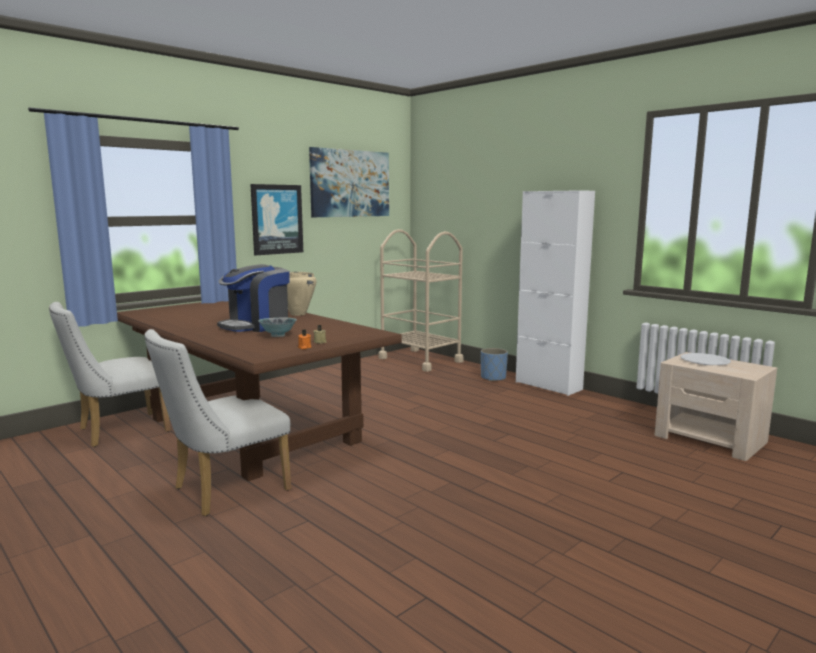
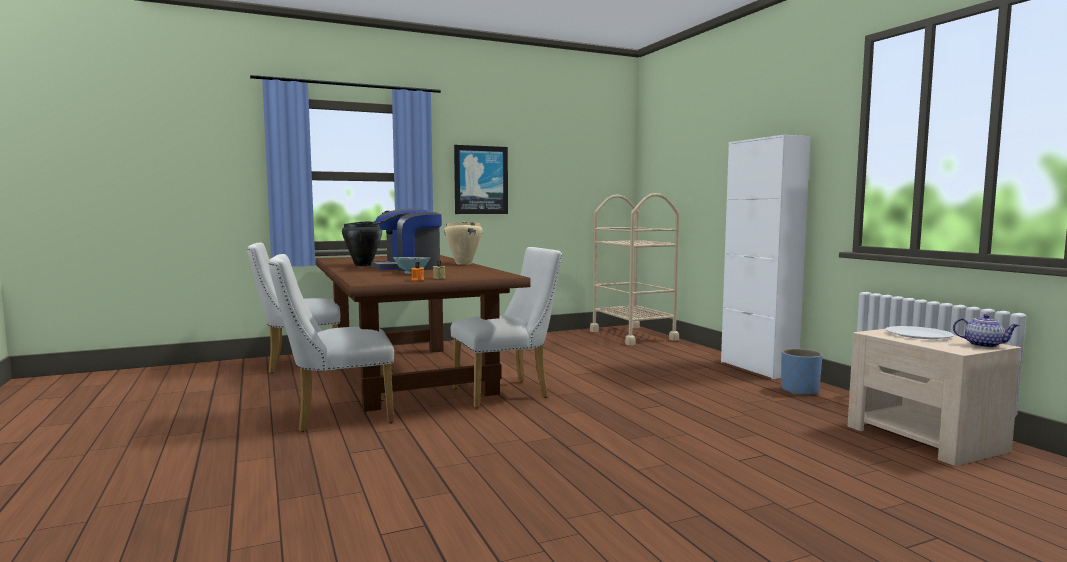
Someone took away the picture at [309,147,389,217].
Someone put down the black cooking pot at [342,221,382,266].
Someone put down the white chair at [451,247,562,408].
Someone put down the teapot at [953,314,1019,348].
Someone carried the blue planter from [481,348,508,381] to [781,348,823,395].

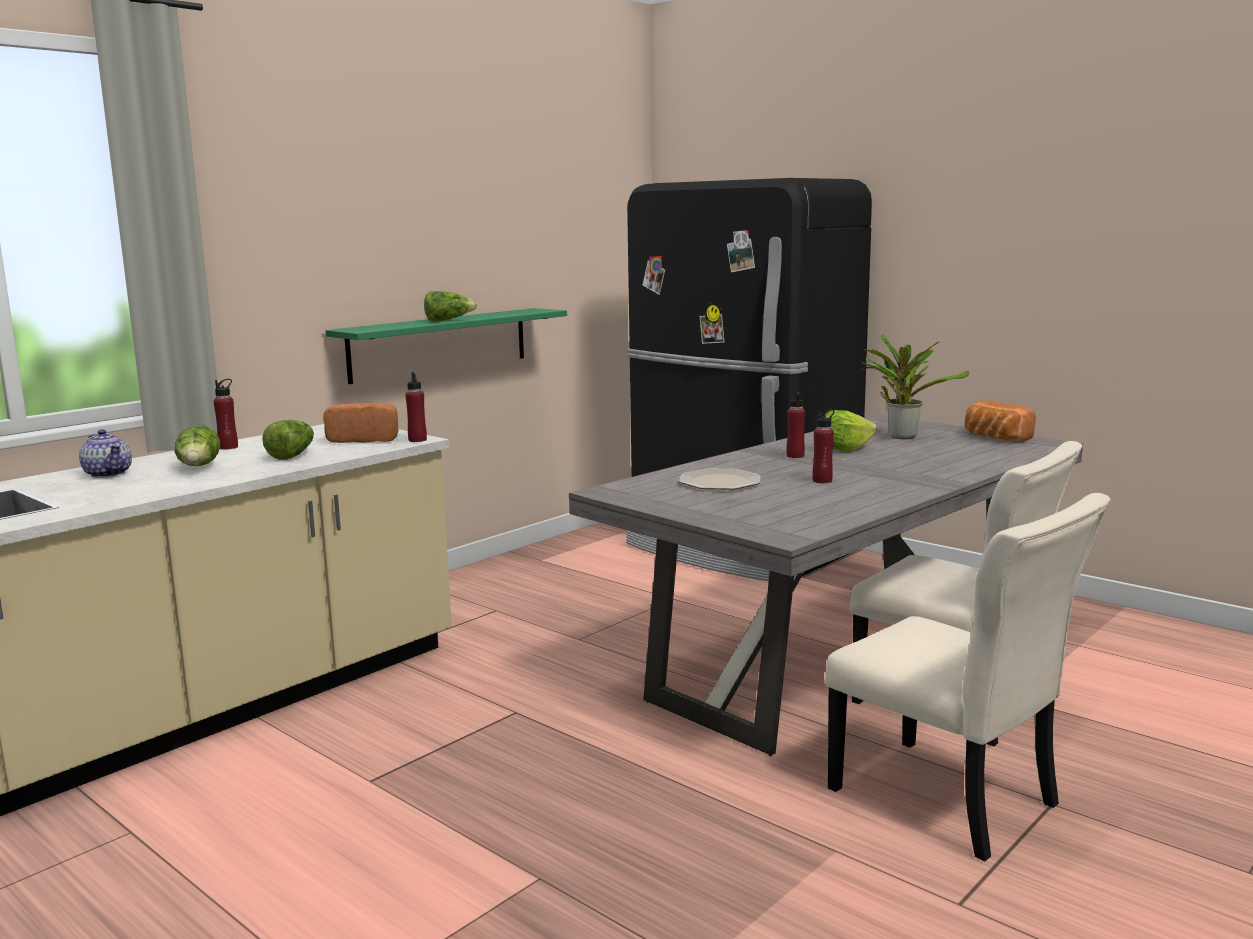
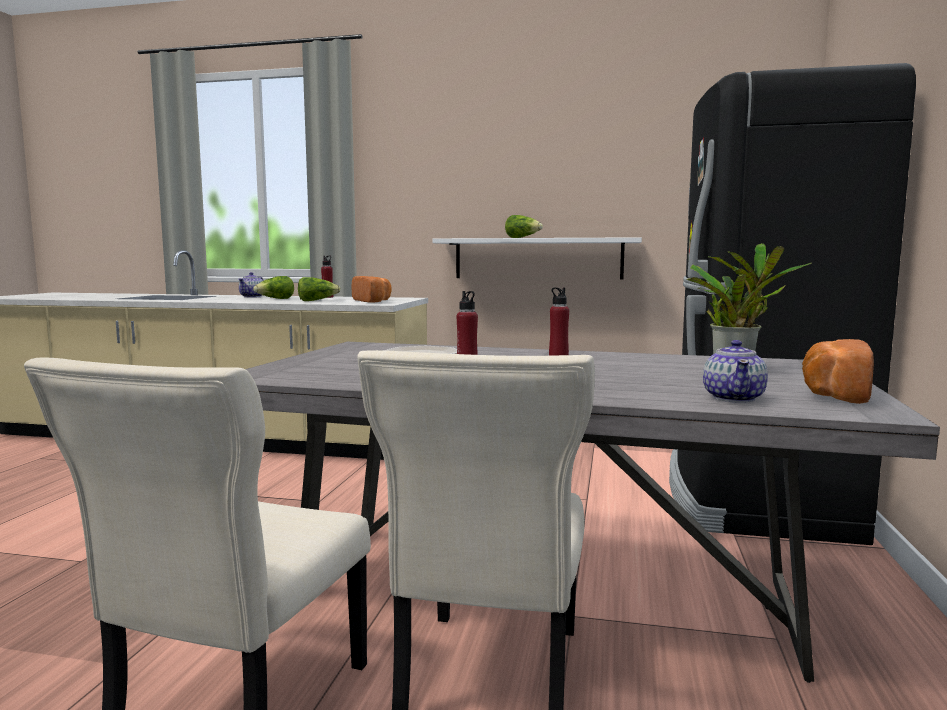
Someone took away the red bottle at [405,372,427,442].
Someone took away the lettuce at [822,410,877,451].
Someone put down the teapot at [703,340,768,403].
Someone repainted the green shelf at [326,308,567,384], which became the white shelf at [433,237,642,280].

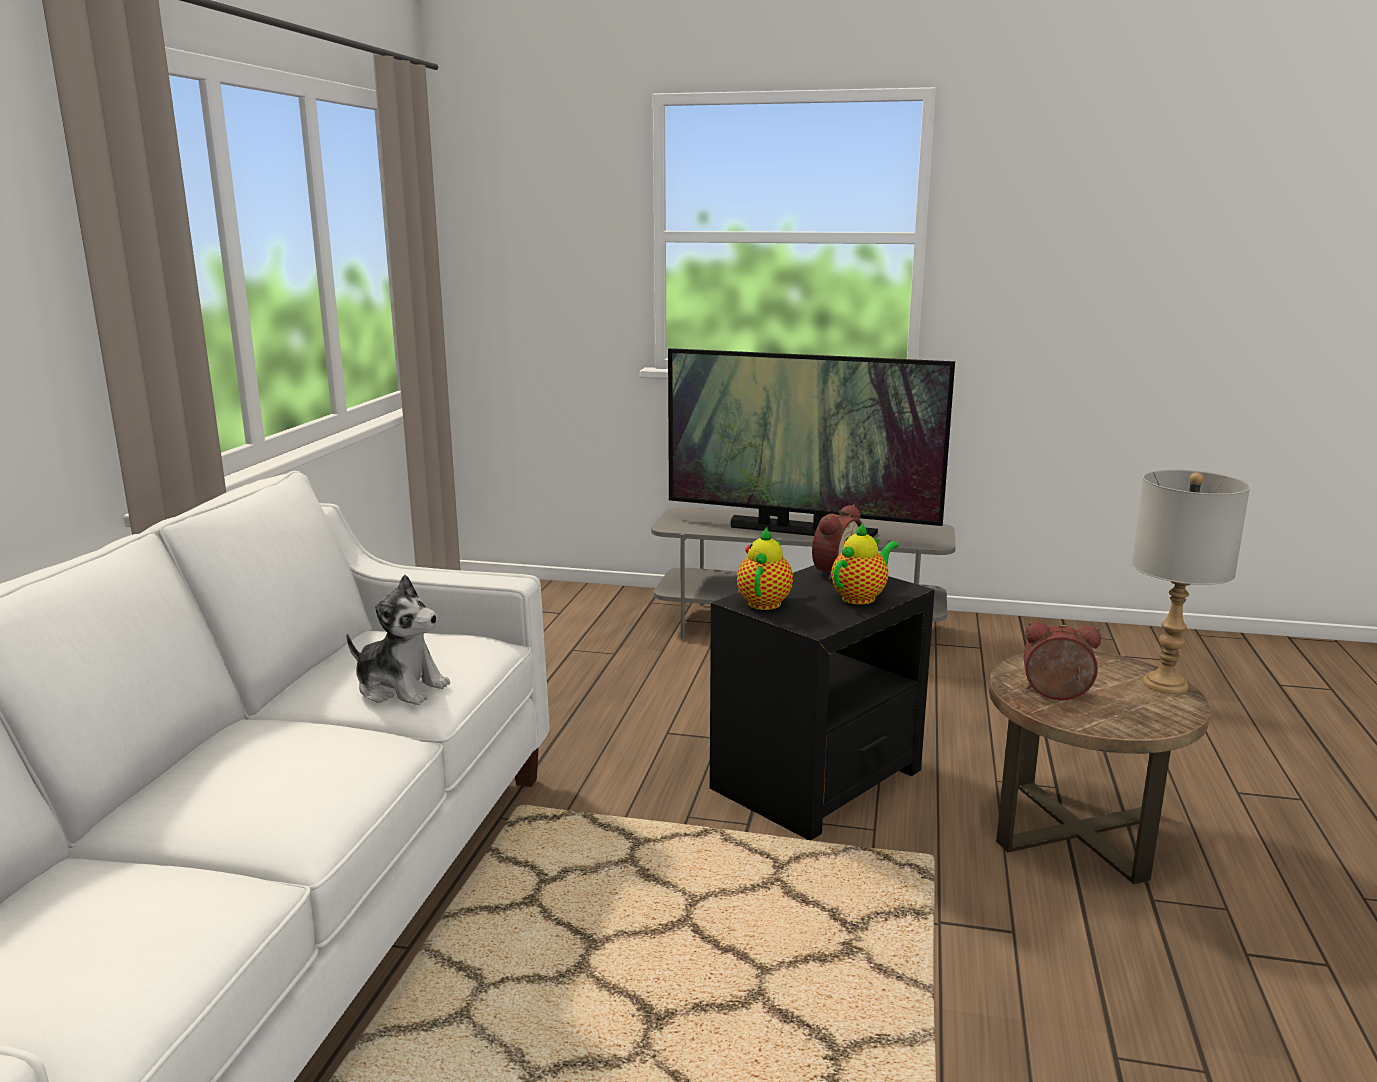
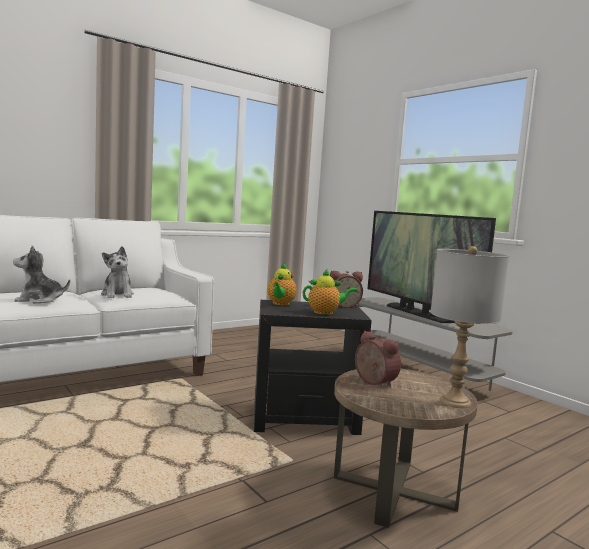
Someone put down the plush toy at [13,246,70,303].
Someone rotated the teapot at [737,527,793,610] by 135 degrees clockwise.

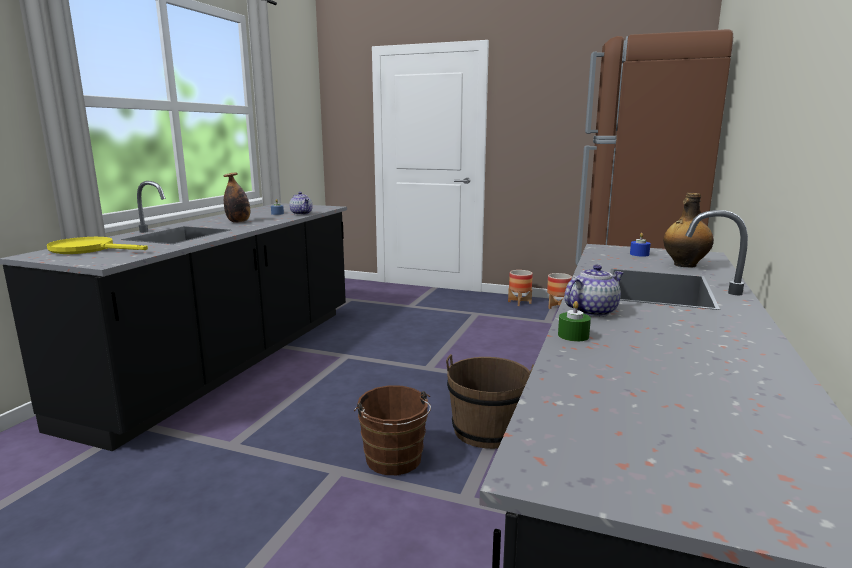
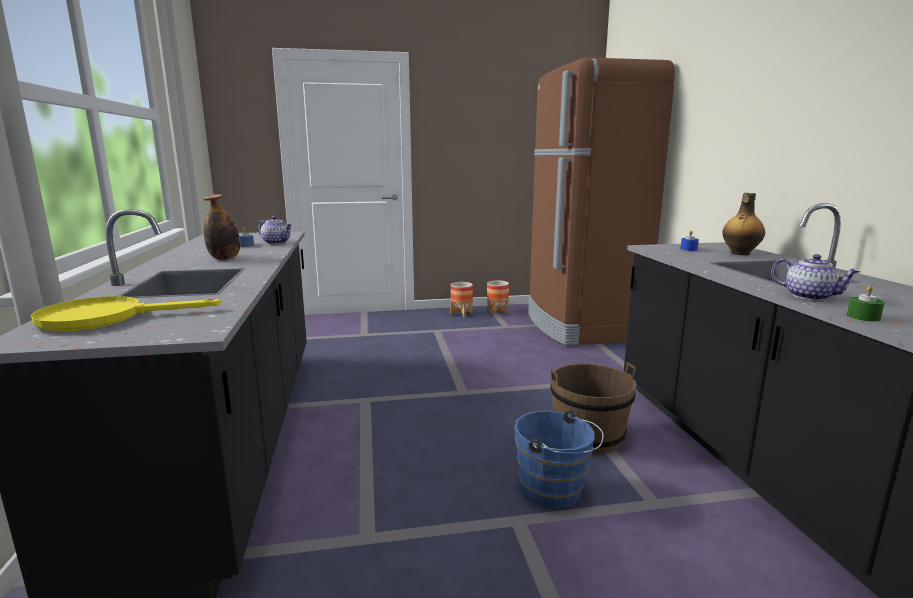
Someone repainted the brown bucket at [354,385,431,475], which became the blue bucket at [514,410,604,508].
Someone rotated the teapot at [564,265,624,317] by 105 degrees clockwise.

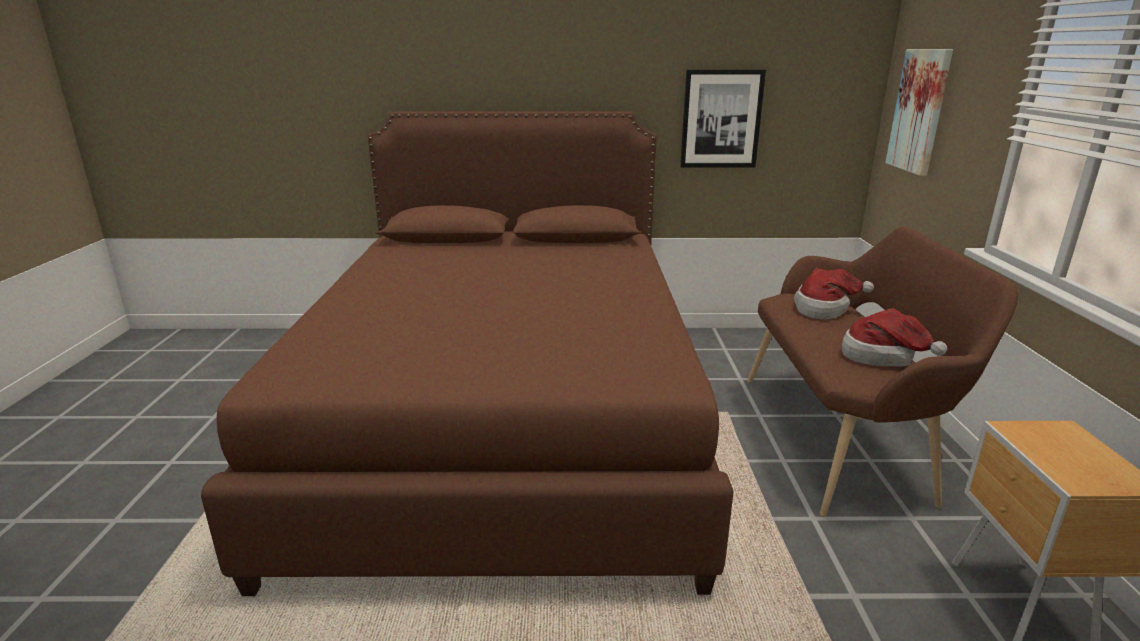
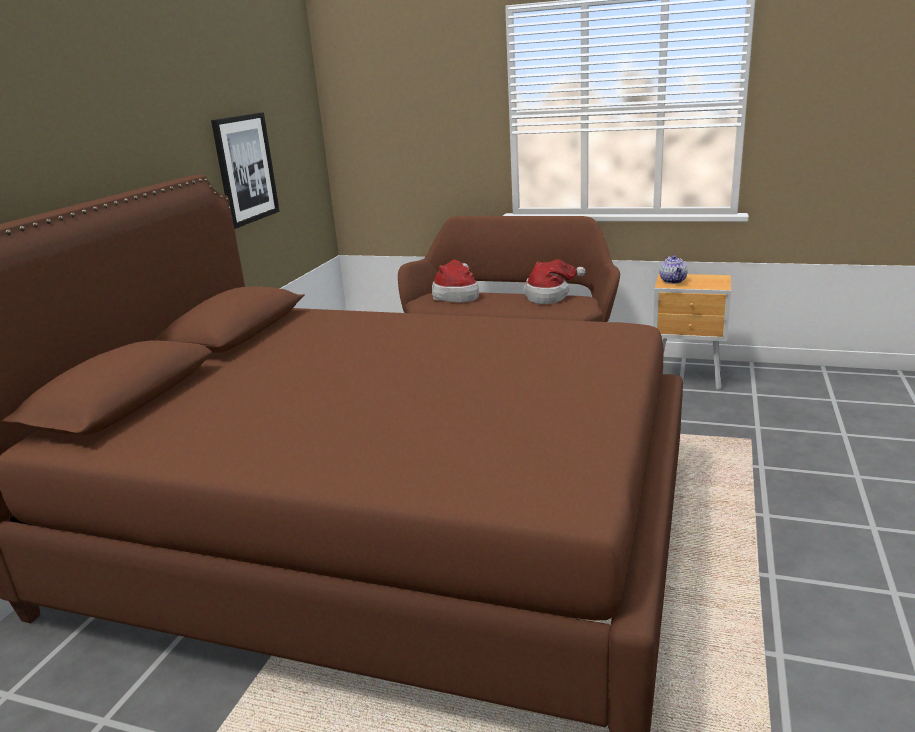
Someone took away the picture at [885,49,953,176].
Someone put down the teapot at [659,255,688,284].

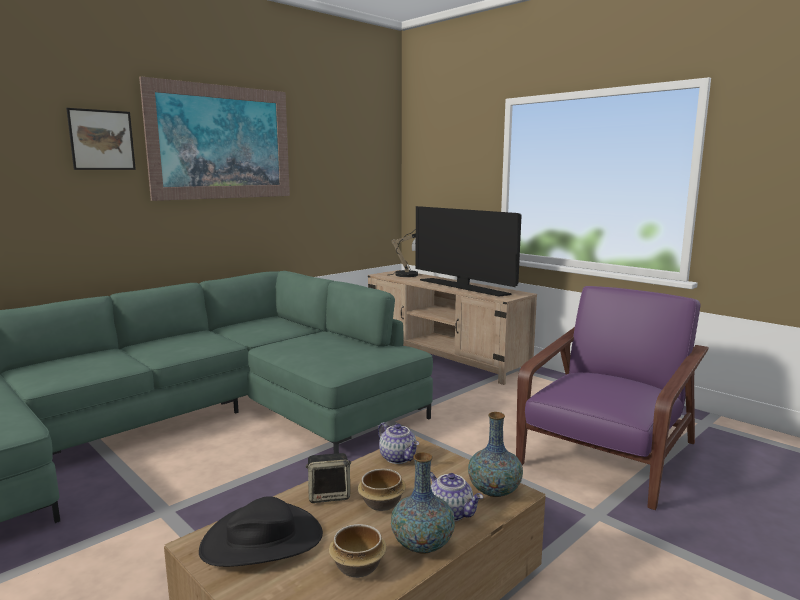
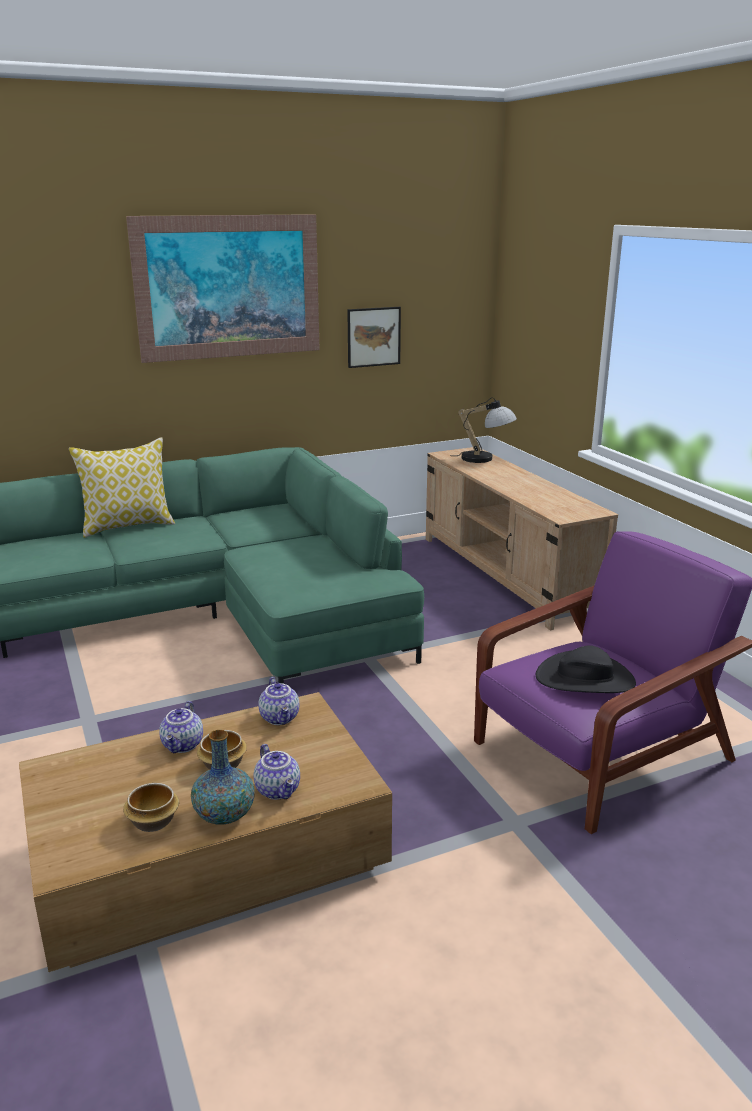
Someone took away the television at [415,206,522,297].
Someone took away the vase at [468,412,523,497].
Someone put down the pillow at [69,437,175,538].
Someone carried the picture from [66,108,136,170] to [347,307,401,368].
Someone carried the black hat from [199,496,323,567] to [536,645,636,693].
Someone swapped the speaker at [306,453,351,503] for the teapot at [159,701,203,753].

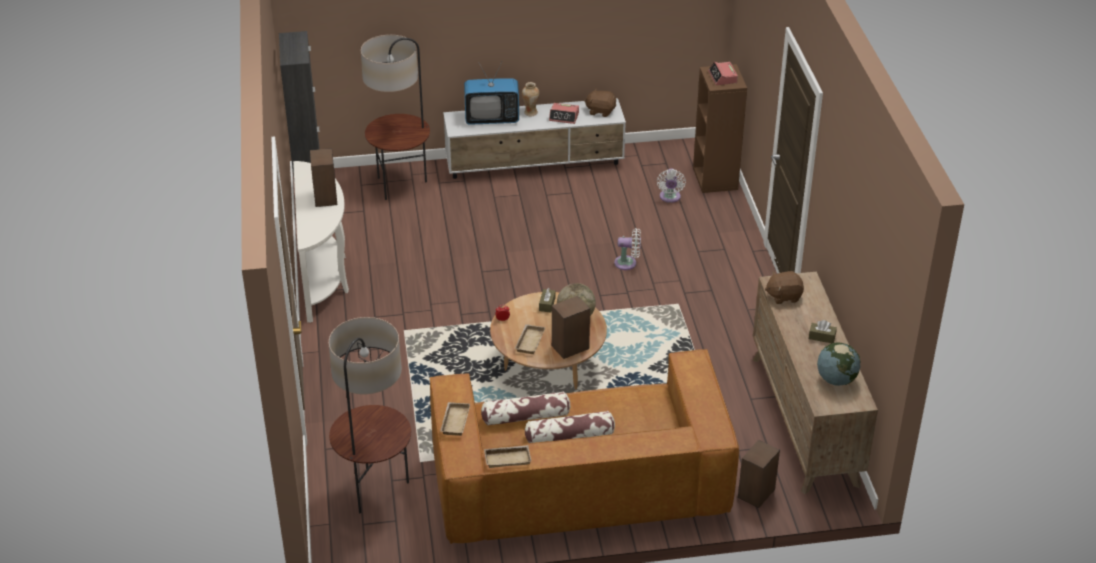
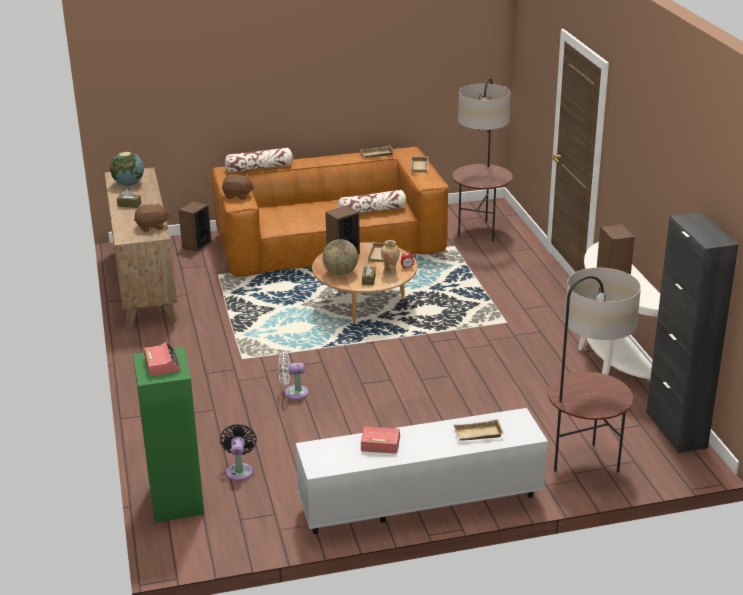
Someone carried the vase from [522,82,539,116] to [381,240,400,277].
Someone carried the pillow from [525,411,615,443] to [225,147,293,172].
Someone carried the brown plush toy from [584,89,616,117] to [222,174,254,200].
Someone swapped the television at [464,61,519,125] for the beige tray at [454,419,504,441].
Someone repainted the white fan at [657,168,686,203], which became the black fan at [220,424,257,481].
Someone repainted the brown bookcase at [693,64,747,193], which became the green bookcase at [133,347,204,522].

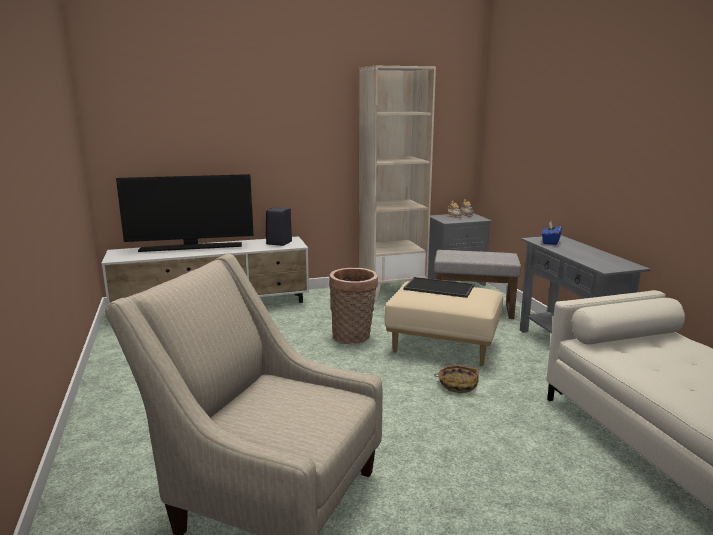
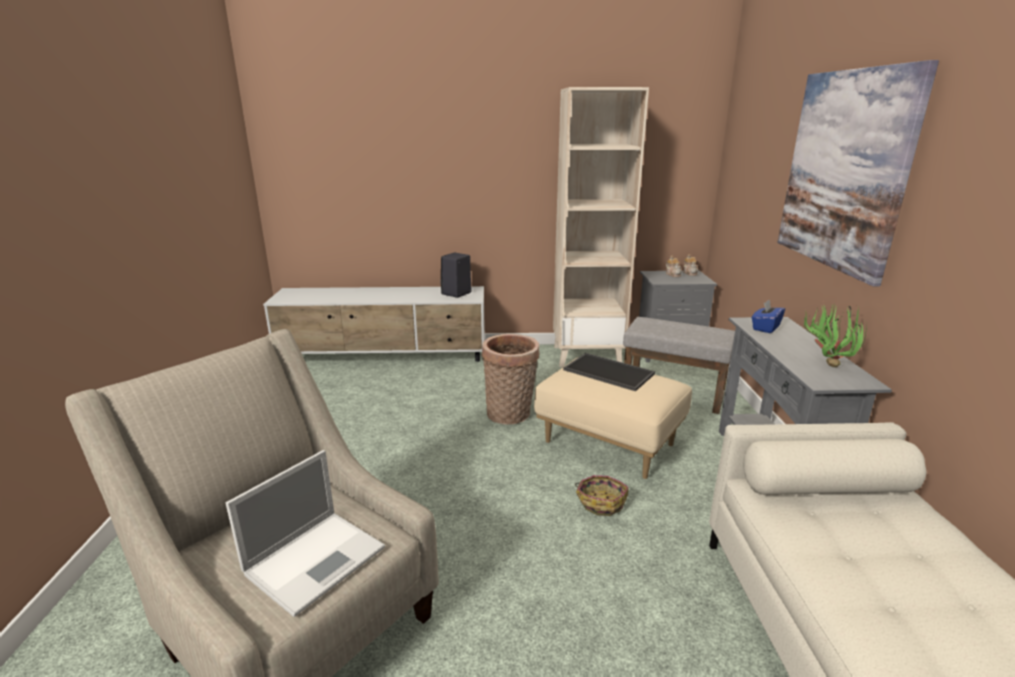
Someone took away the television at [116,174,254,252].
Someone put down the laptop at [226,450,385,617].
Someone put up the picture at [777,60,939,286].
Someone put down the potted plant at [804,304,867,367].

